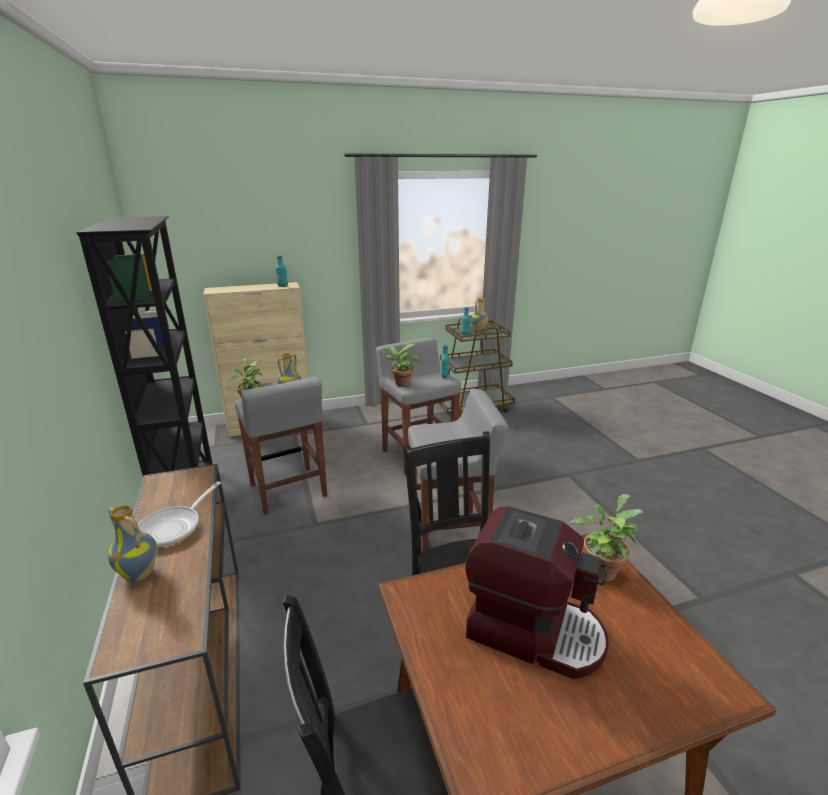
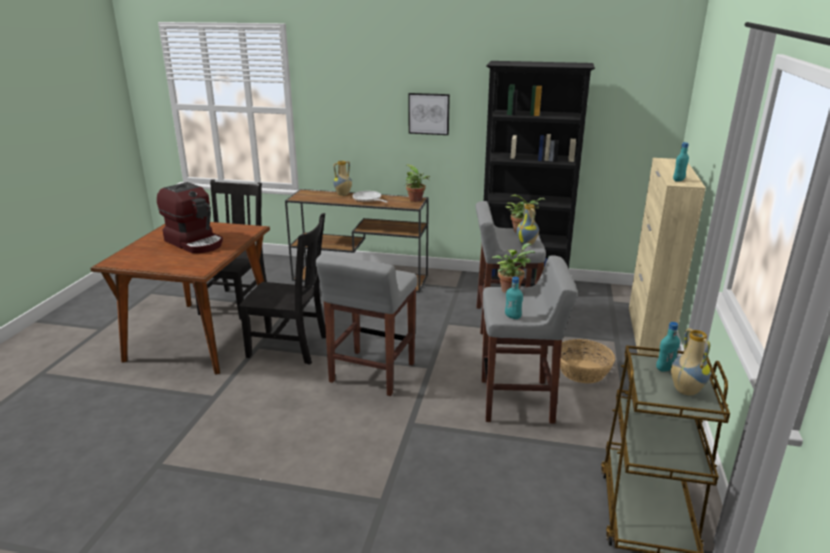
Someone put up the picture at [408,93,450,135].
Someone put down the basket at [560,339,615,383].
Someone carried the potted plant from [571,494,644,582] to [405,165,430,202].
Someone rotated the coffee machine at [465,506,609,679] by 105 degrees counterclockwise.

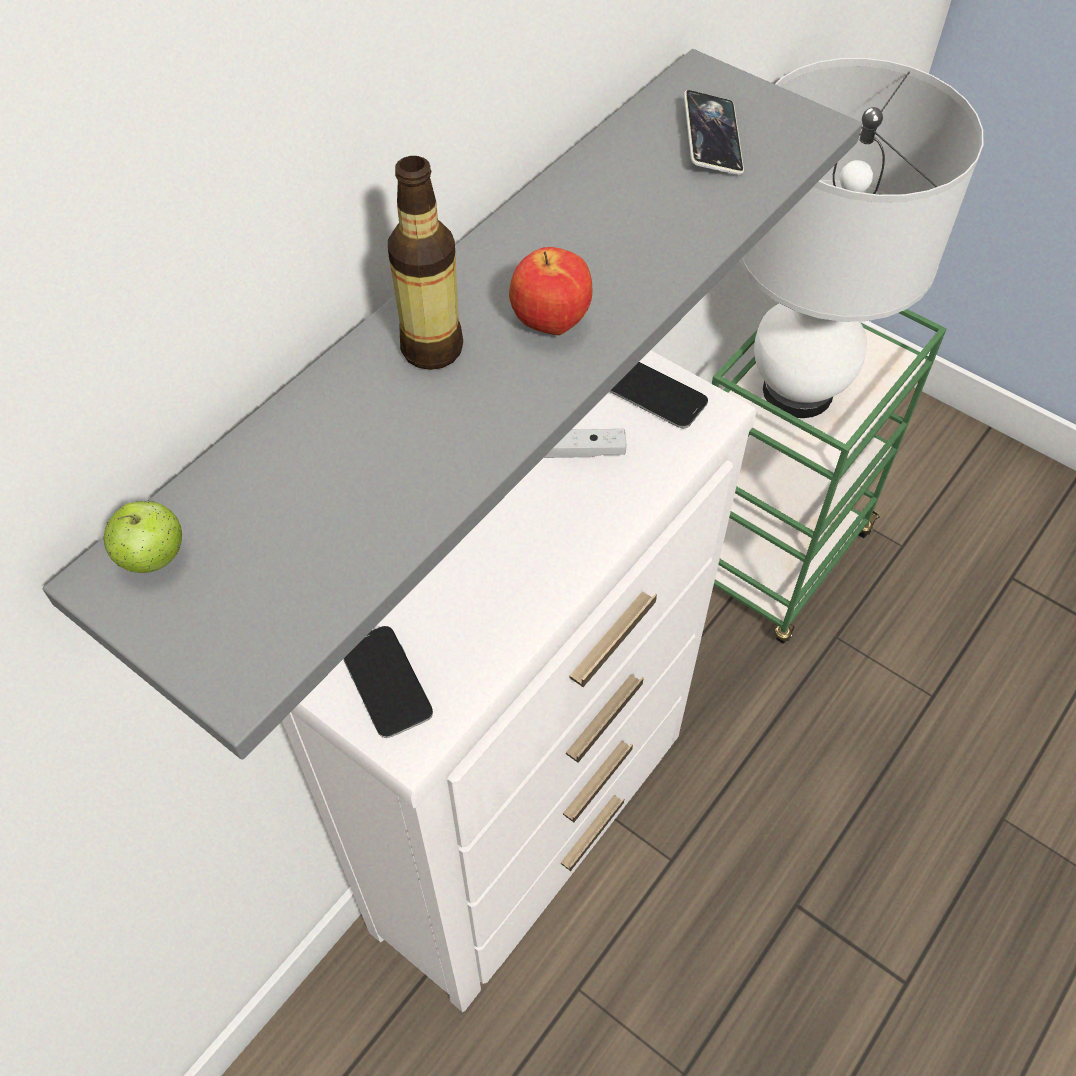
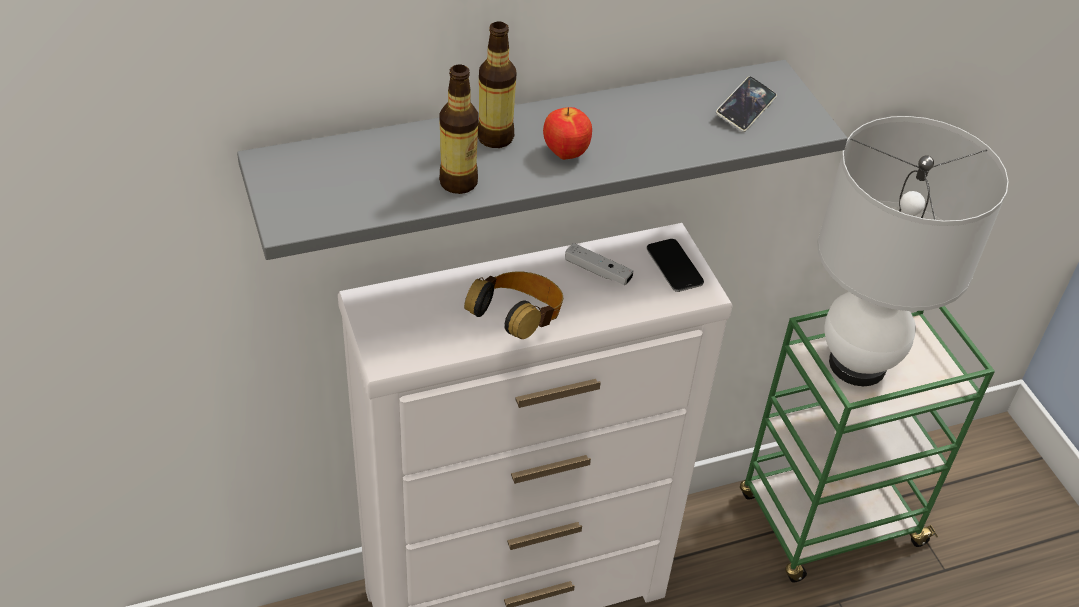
Someone took away the apple at [103,501,182,573].
Someone took away the phone at [343,626,433,738].
Someone put down the bottle at [439,64,479,194].
Someone put down the headphones at [464,272,563,339].

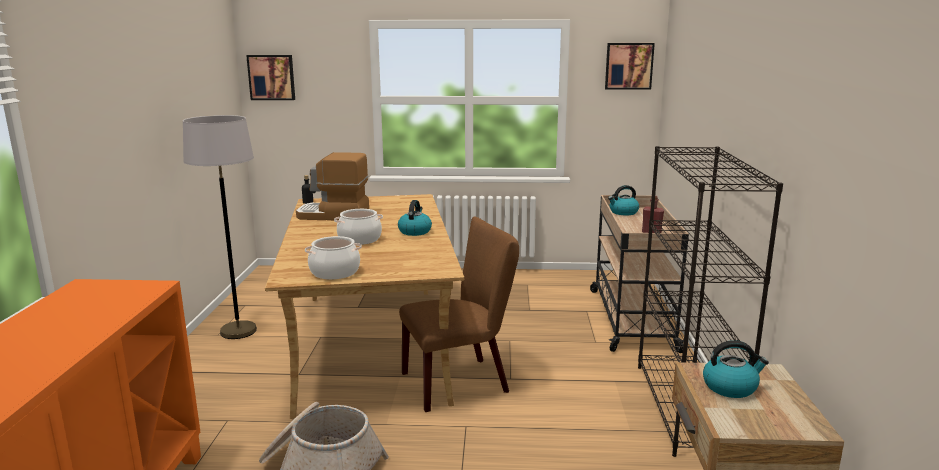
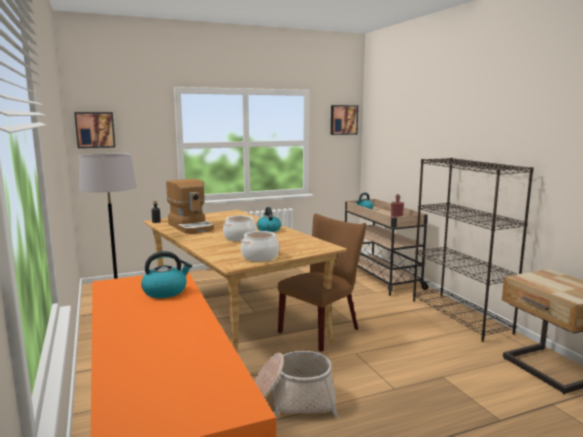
Someone carried the kettle from [703,340,769,398] to [141,251,192,298].
Someone rotated the coffee machine at [296,152,369,220] by 105 degrees counterclockwise.

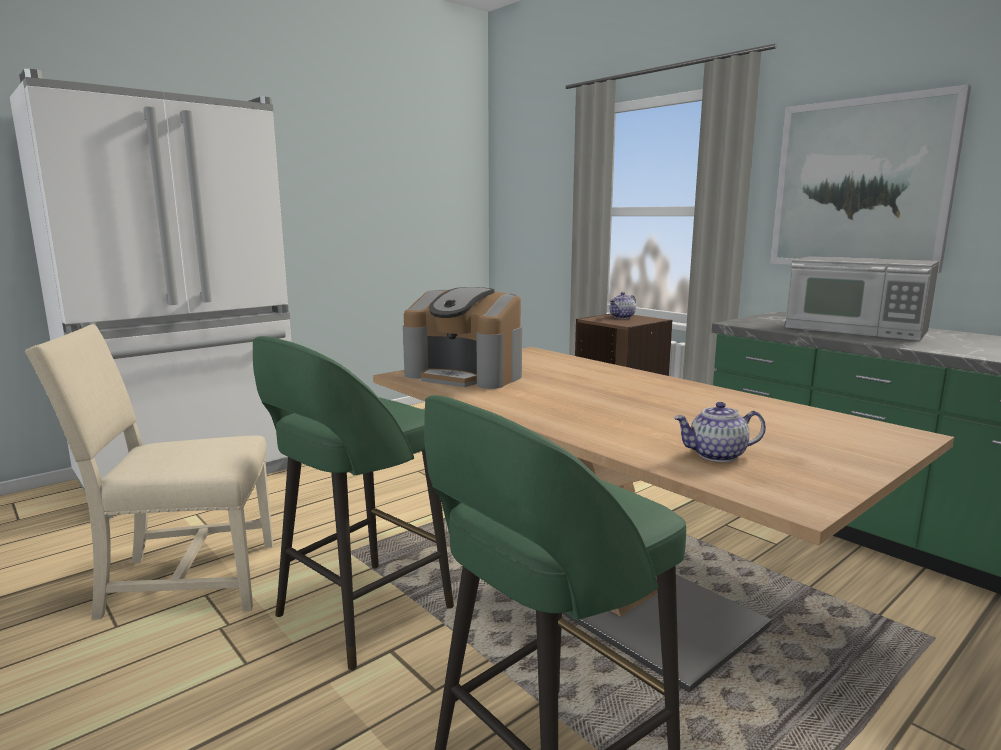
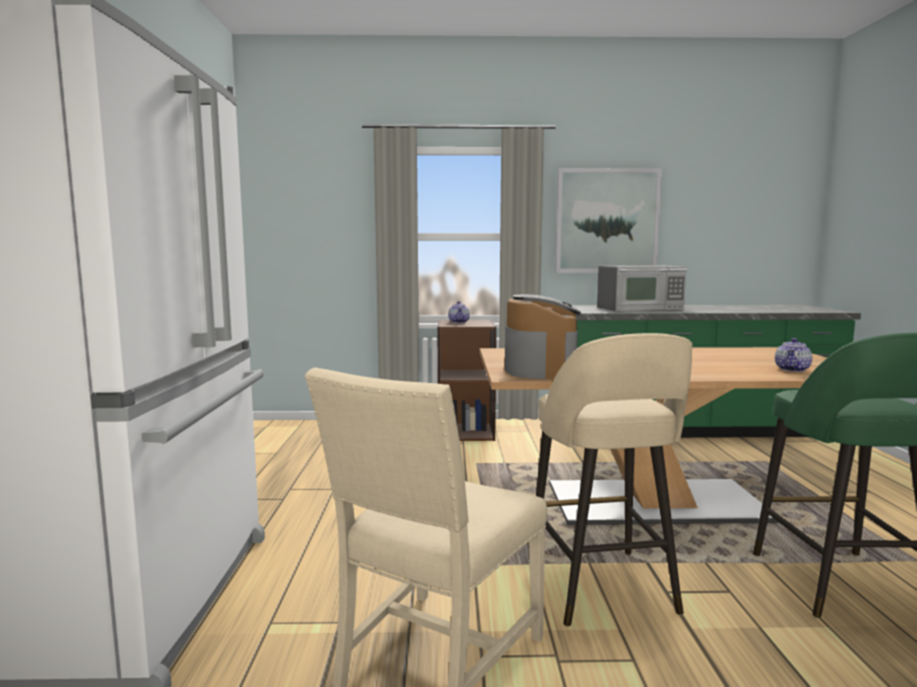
Someone repainted the green stool at [253,336,454,671], which became the beige stool at [529,333,693,627].
Someone rotated the coffee machine at [403,287,522,389] by 60 degrees counterclockwise.

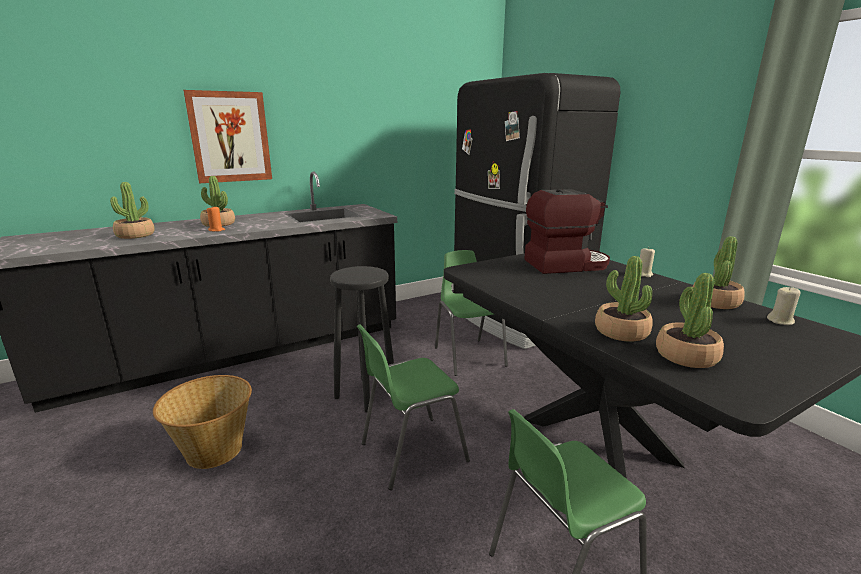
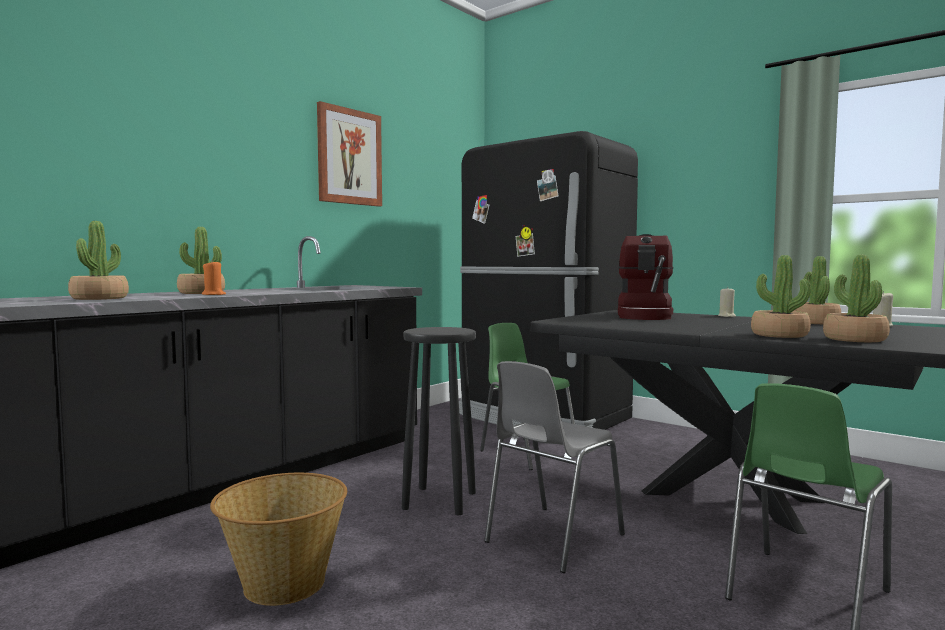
Someone carried the picture from [183,90,272,183] to [317,101,382,207].
Someone repainted the green chair at [357,324,470,490], which became the grey chair at [484,361,625,573].
Someone rotated the coffee machine at [524,189,610,274] by 135 degrees clockwise.

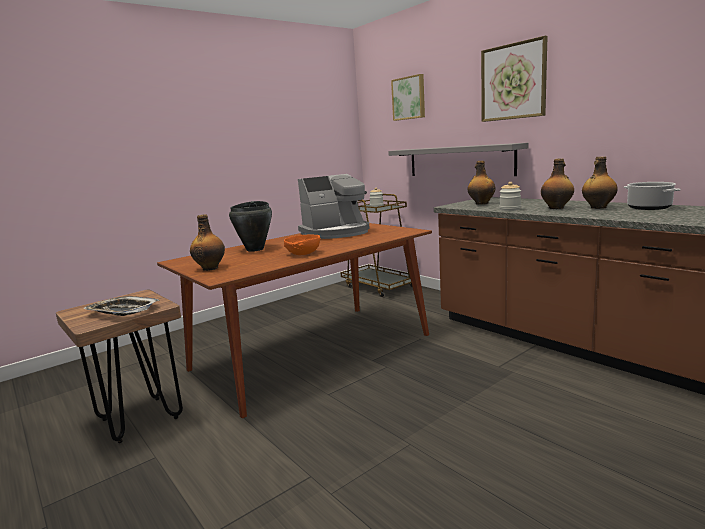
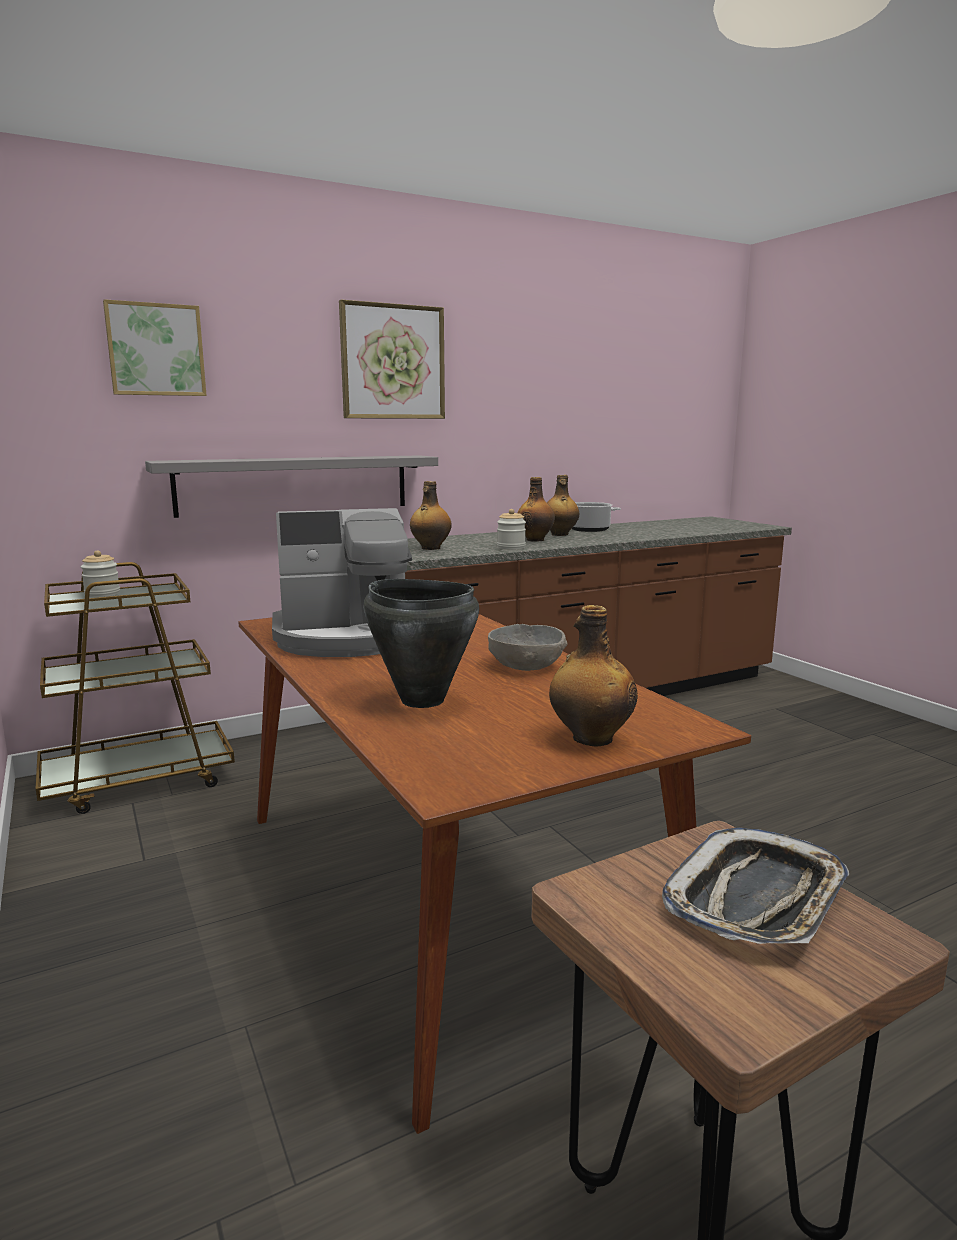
Someone repainted the orange bowl at [284,235,321,255], which became the grey bowl at [488,624,567,671].
Someone rotated the coffee machine at [298,174,370,239] by 90 degrees clockwise.

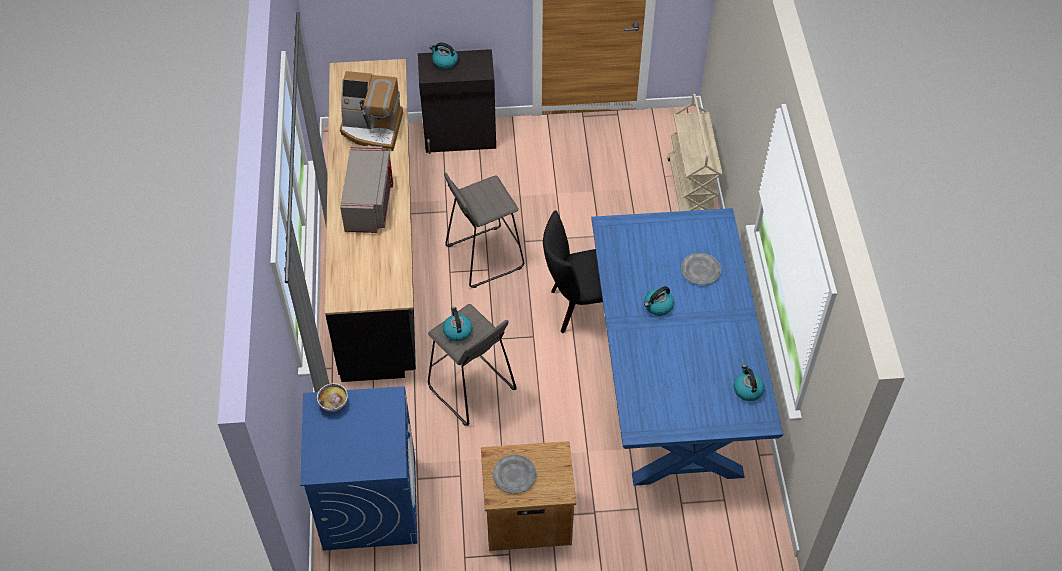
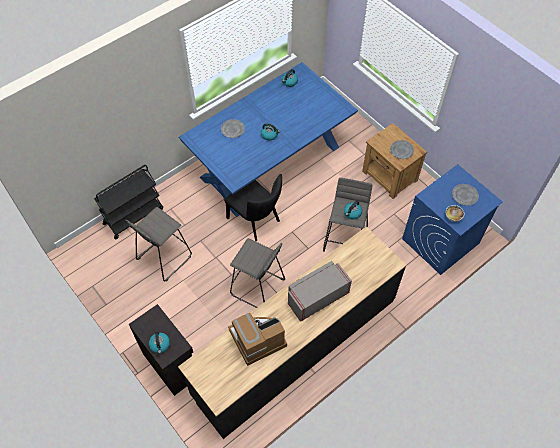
Someone put down the grey stool at [125,207,192,282].
Someone put down the grey plate at [452,184,479,206].
Someone repainted the beige cart at [667,94,723,211], which became the black cart at [94,165,163,240].
Someone rotated the coffee machine at [340,71,403,151] by 90 degrees counterclockwise.

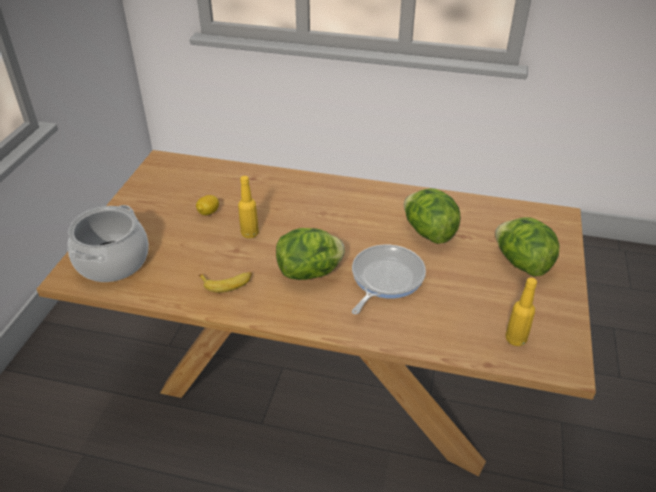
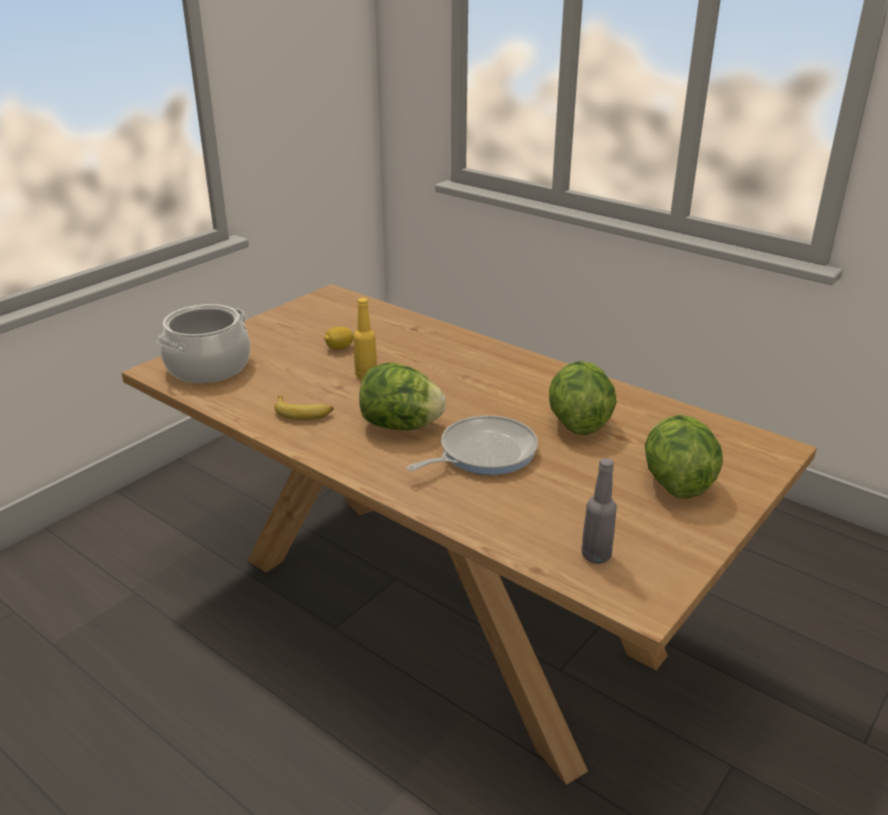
Someone repainted the yellow bottle at [505,278,537,346], which became the grey bottle at [581,458,617,564].

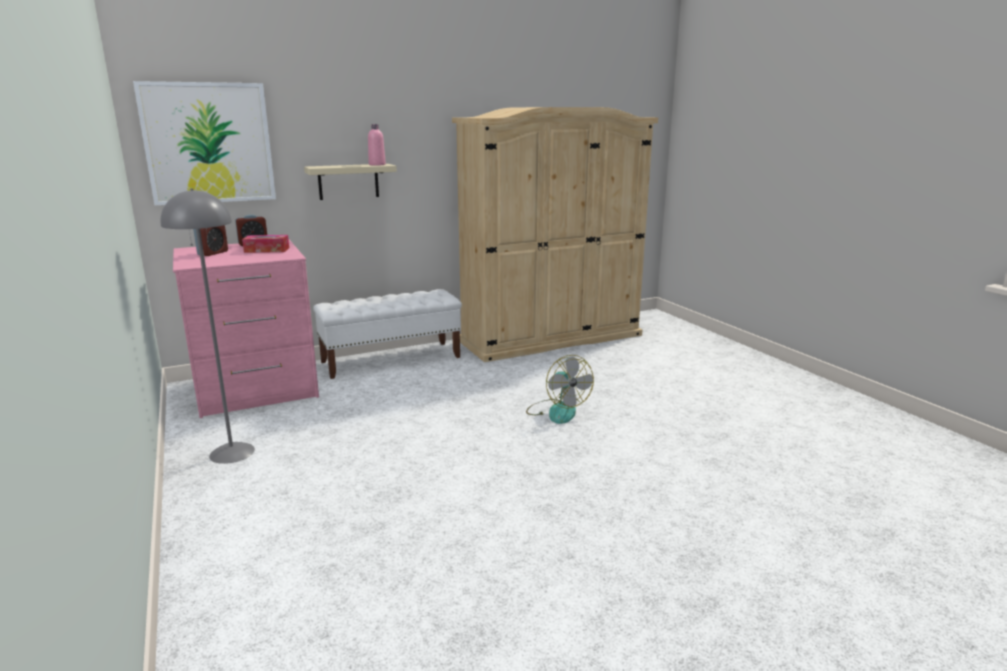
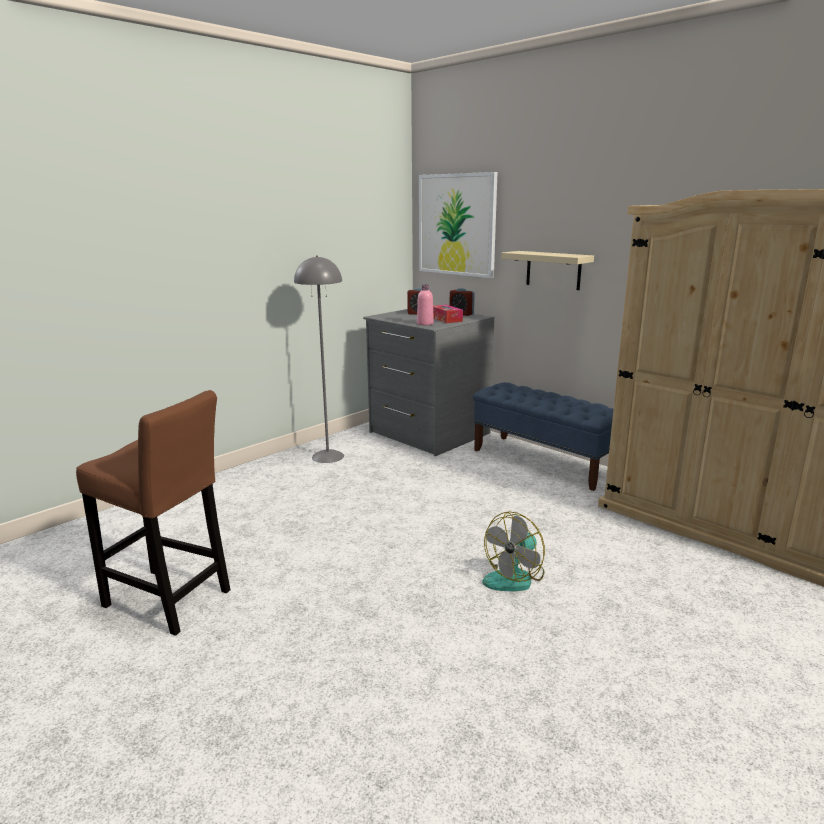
Someone put down the brown stool at [76,390,230,636].
Someone carried the pink bottle from [368,124,386,166] to [417,285,434,325].
Someone repainted the pink dresser at [173,240,319,418], which became the grey dresser at [363,309,495,456].
Someone repainted the white bench at [313,289,462,379], which became the blue bench at [473,382,614,491].

